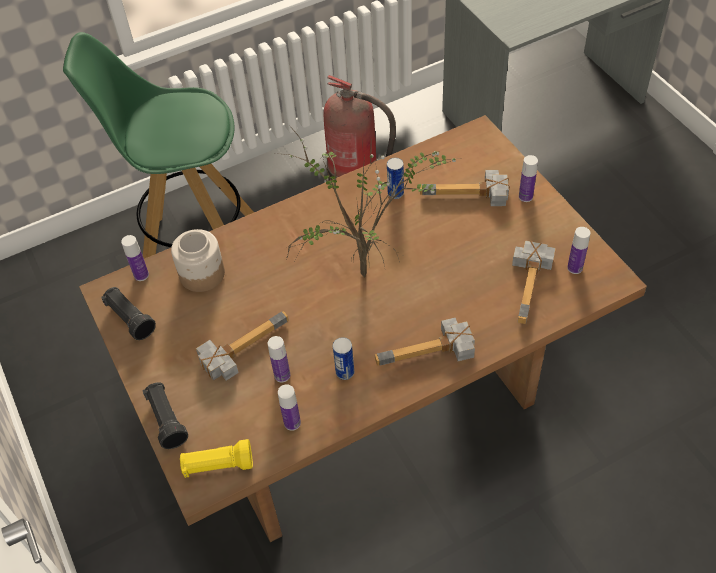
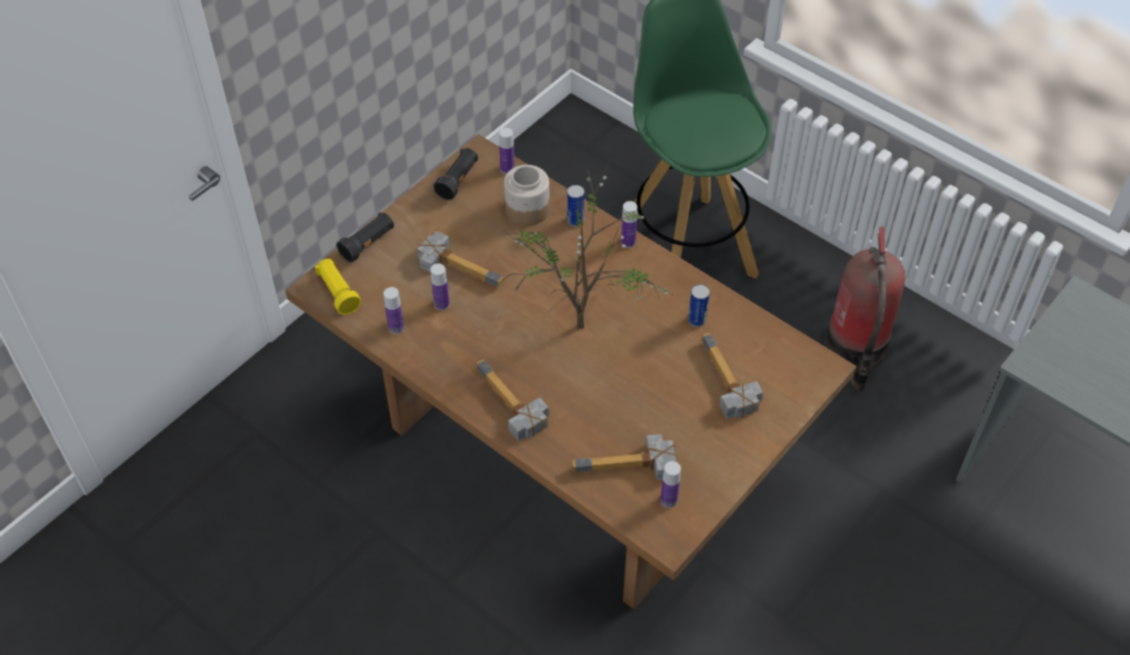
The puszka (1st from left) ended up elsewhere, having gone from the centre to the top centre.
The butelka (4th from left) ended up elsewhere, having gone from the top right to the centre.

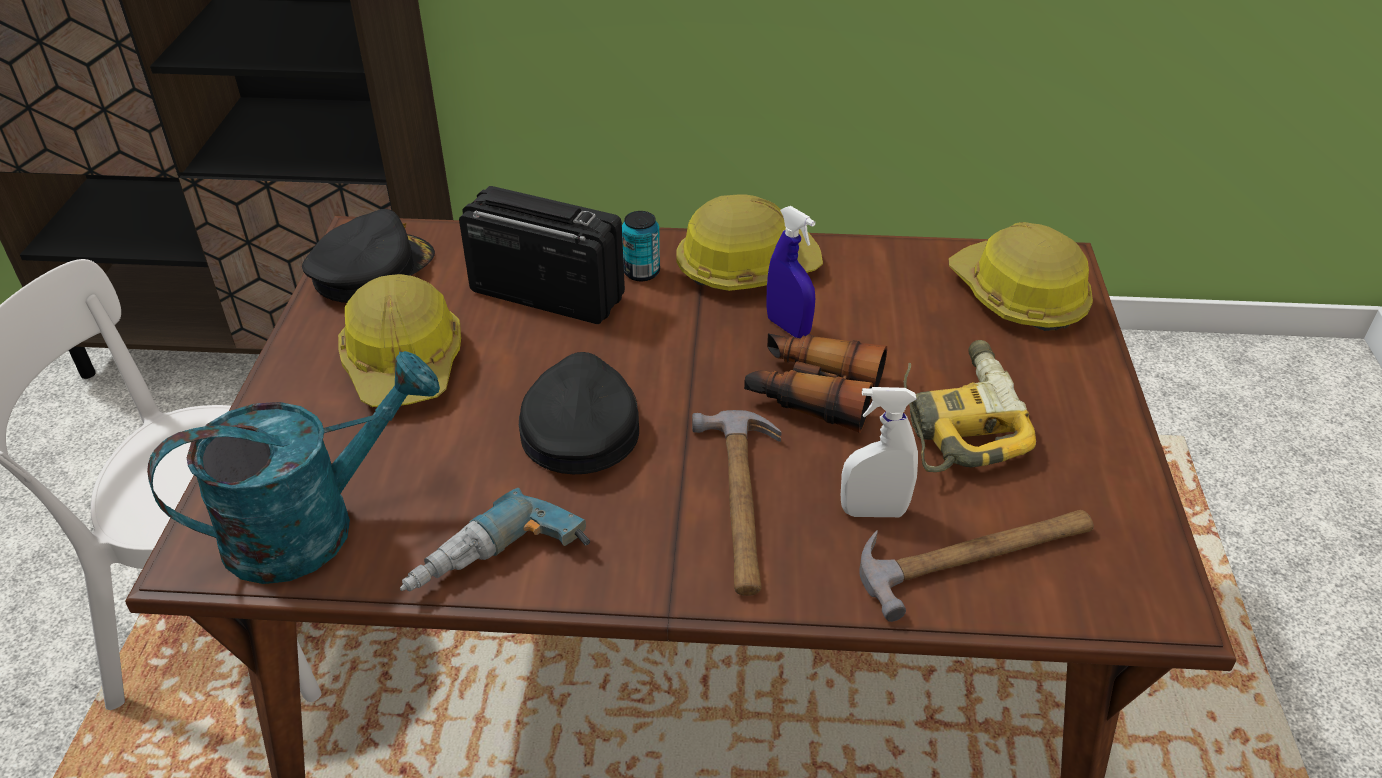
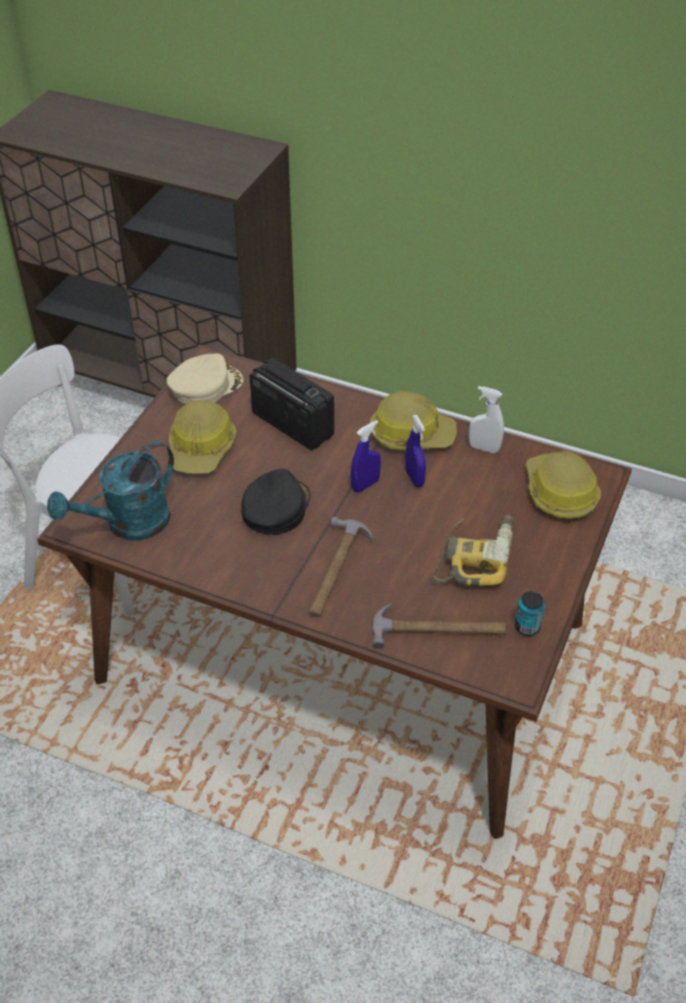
The second view lost the wiertarka (1st from left) at the bottom centre.
The second view lost the lornetka at the centre.
The second view gained the spryskiwacz [niebieski] (1st from left) at the centre.
The puszka ended up elsewhere, having gone from the top centre to the middle right.
The spryskiwacz [biały] ended up elsewhere, having gone from the centre to the middle right.
What was the czapka z daszkiem [czarny] (1st from left) at the top left turned into the czapka z daszkiem [beżowy] at the middle left.
The konewka [turkusowy] at the middle left ended up facing another way, 150 degrees clockwise from before.

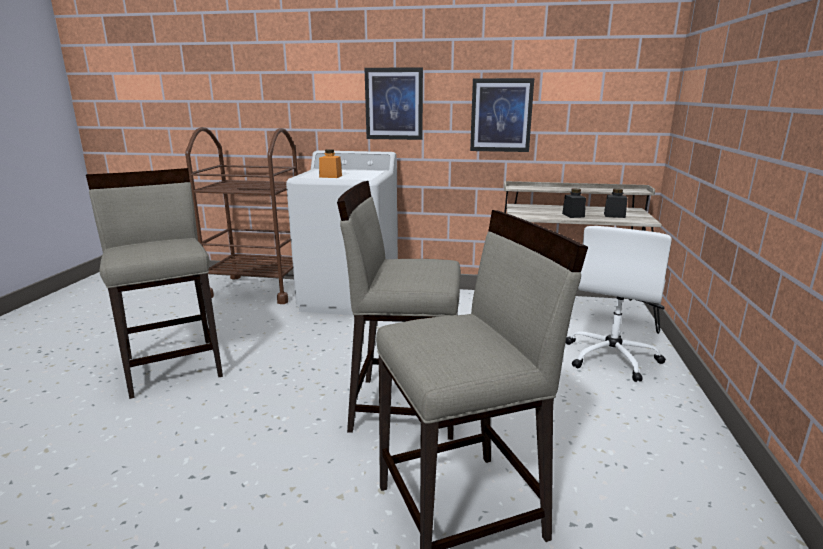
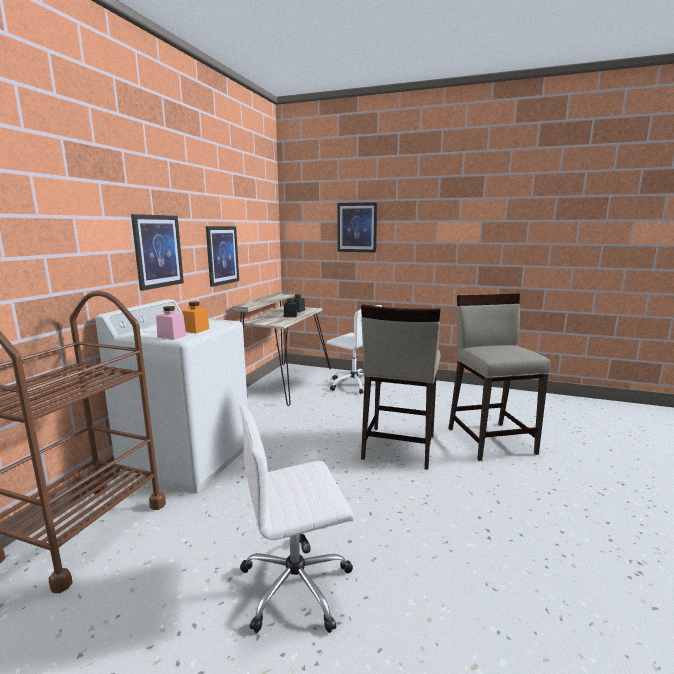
The second view gained the słoik [różowy] at the middle left.
The second view gained the obraz (3rd from left) at the centre.
Where the stołek [beżowy] (1st from left) stood at the middle left, the krzesło biurowe [biały] (1st from left) came to stand at the bottom centre.

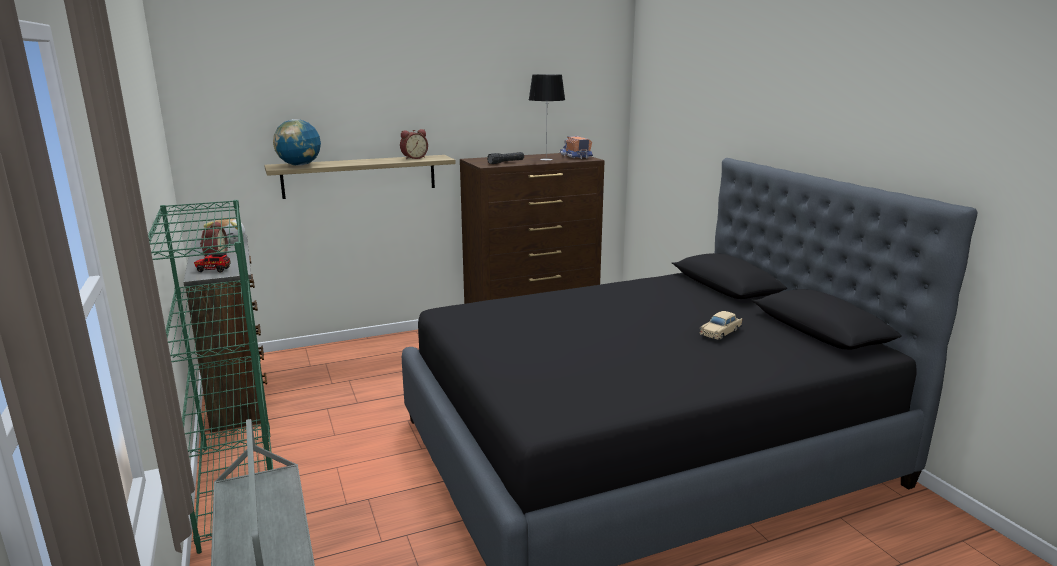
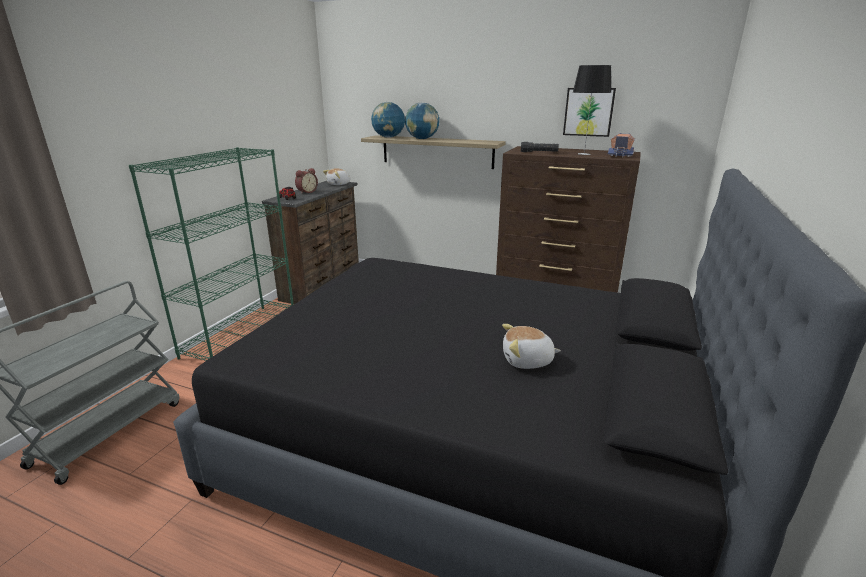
The second view lost the budzik (2nd from left) at the top centre.
The second view gained the globus (2nd from left) at the top centre.
The second view gained the obraz at the top right.
Where the samochodzik [beżowy] stood at the middle right, the pluszak (2nd from left) came to stand at the centre.

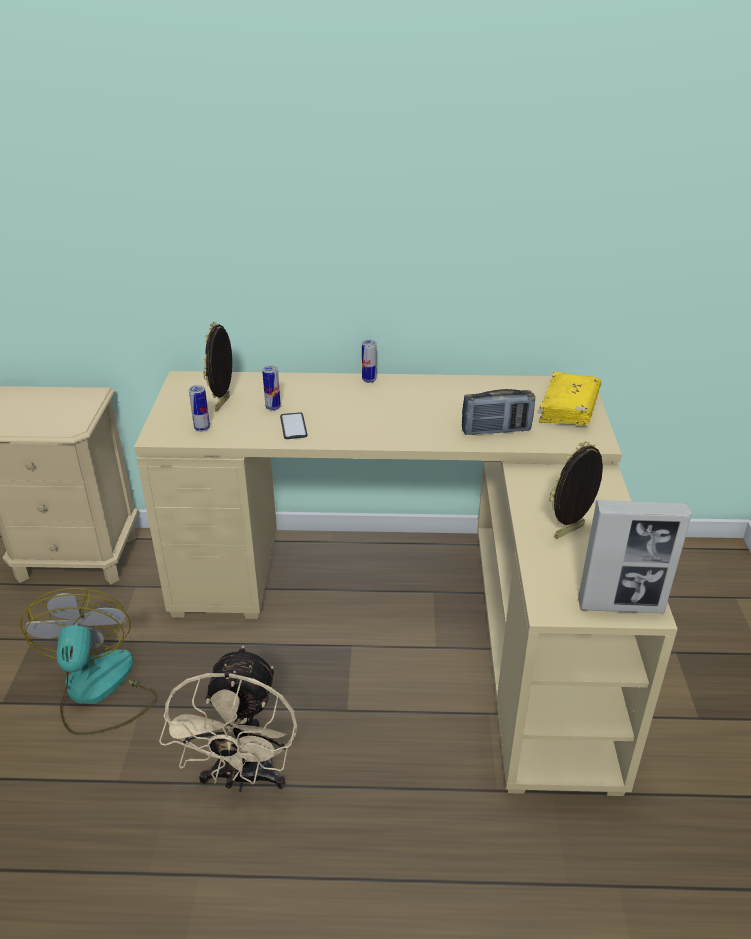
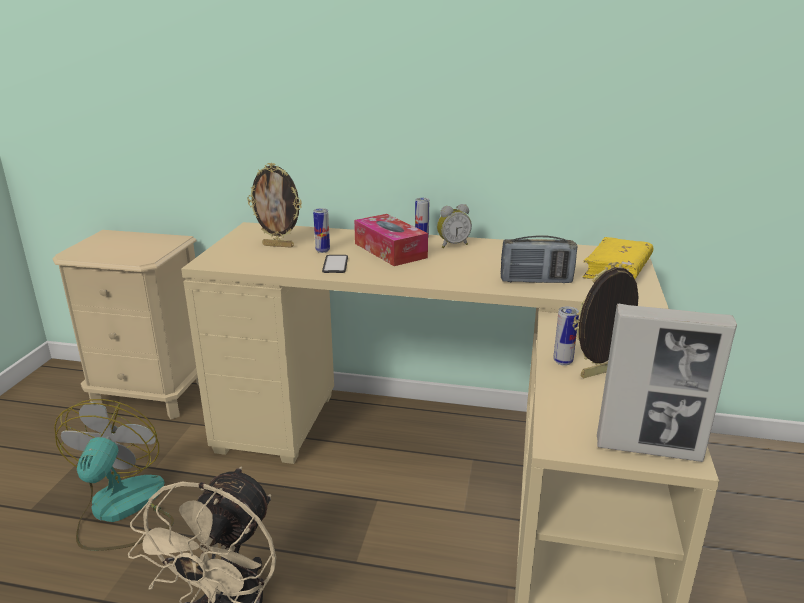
The second view gained the pudełko chusteczek at the centre.
The second view gained the budzik at the centre.
The puszka (1st from left in the first image) ended up elsewhere, having gone from the middle left to the middle right.
The ramka na zdjęcie (1st from left) at the middle left ended up facing another way, 105 degrees counterclockwise from before.

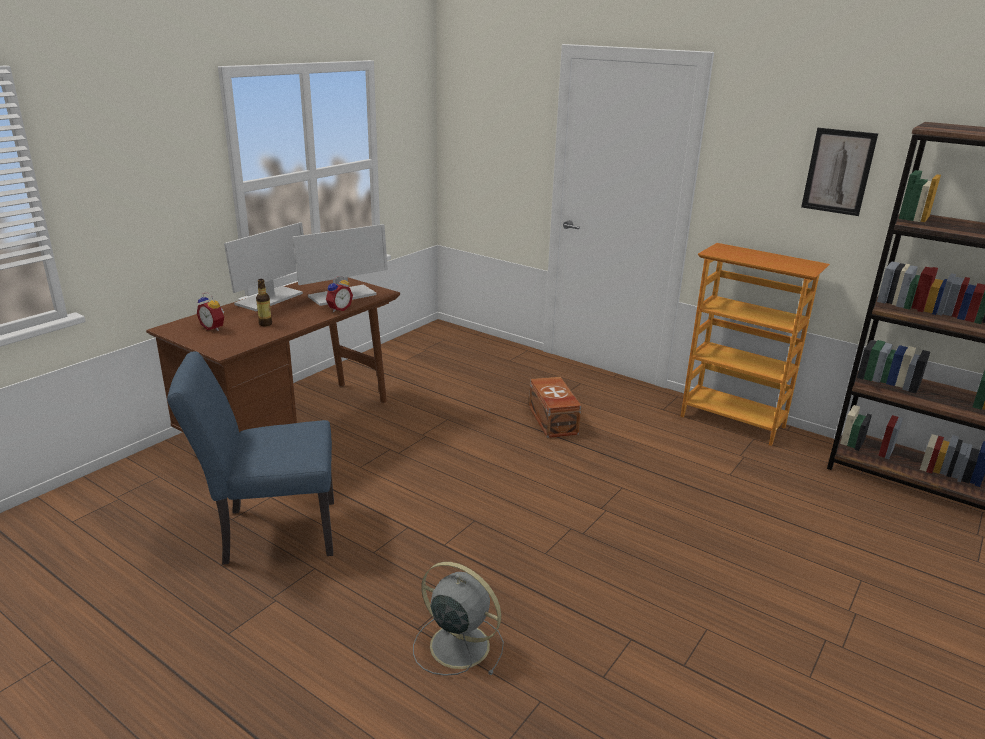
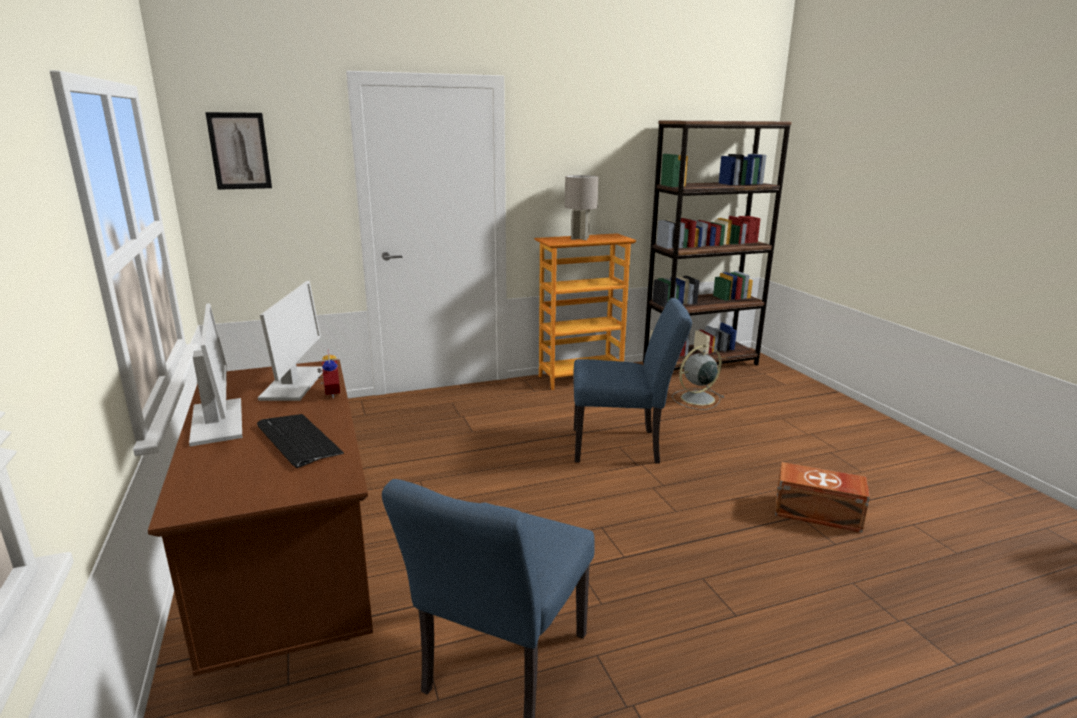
The second view lost the budzik (1st from left) at the middle left.
The second view gained the lampa stołowa [szary] at the top centre.
The second view gained the krzesło [niebieski] (2nd from left) at the centre.
The wentylator [szary] ended up elsewhere, having gone from the bottom centre to the centre.
The pojemnik do przechowywania [brązowy] ended up elsewhere, having gone from the centre to the bottom right.
The obraz ended up elsewhere, having gone from the top right to the top left.
Where the butelka stood at the middle left, the klawiatura came to stand at the middle left.

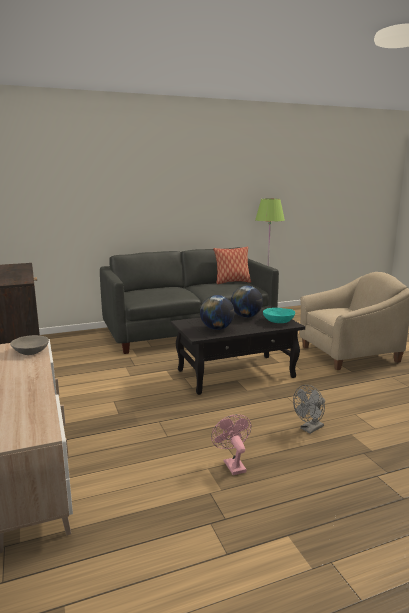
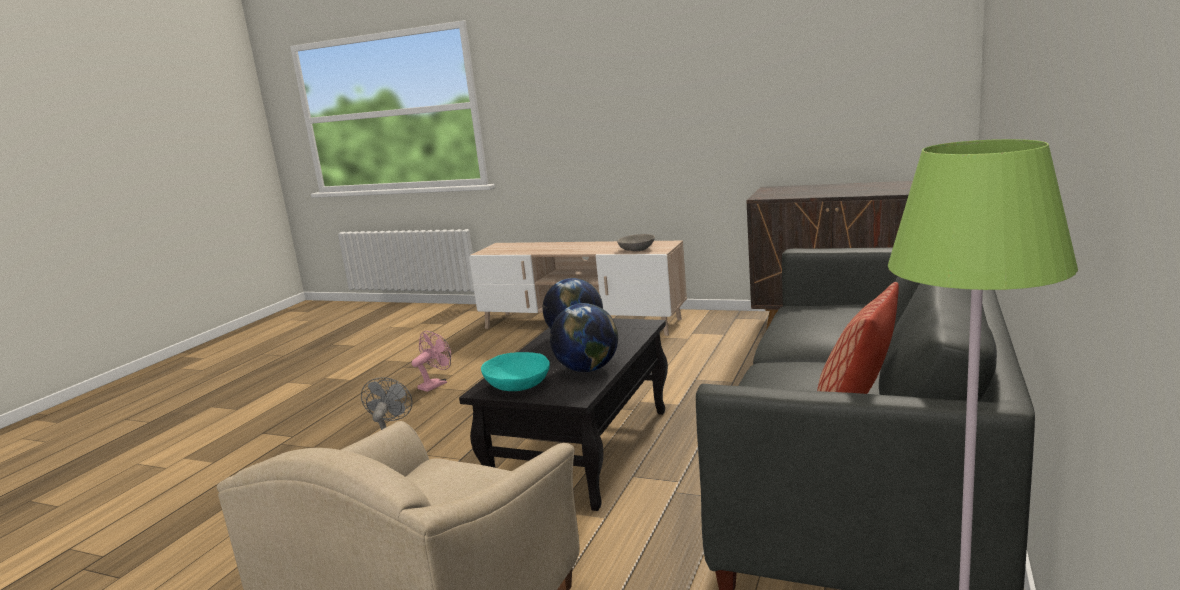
The wentylator [różowy] at the bottom centre ended up facing another way, 75 degrees counterclockwise from before.

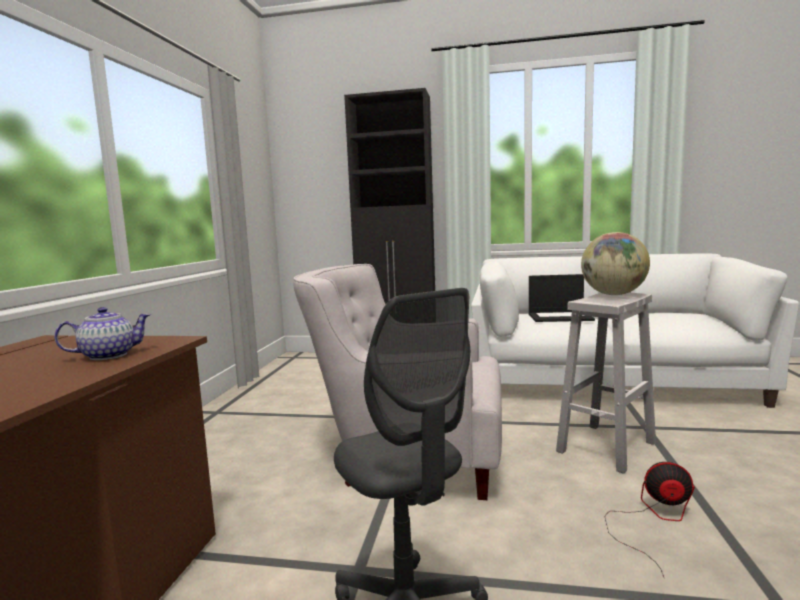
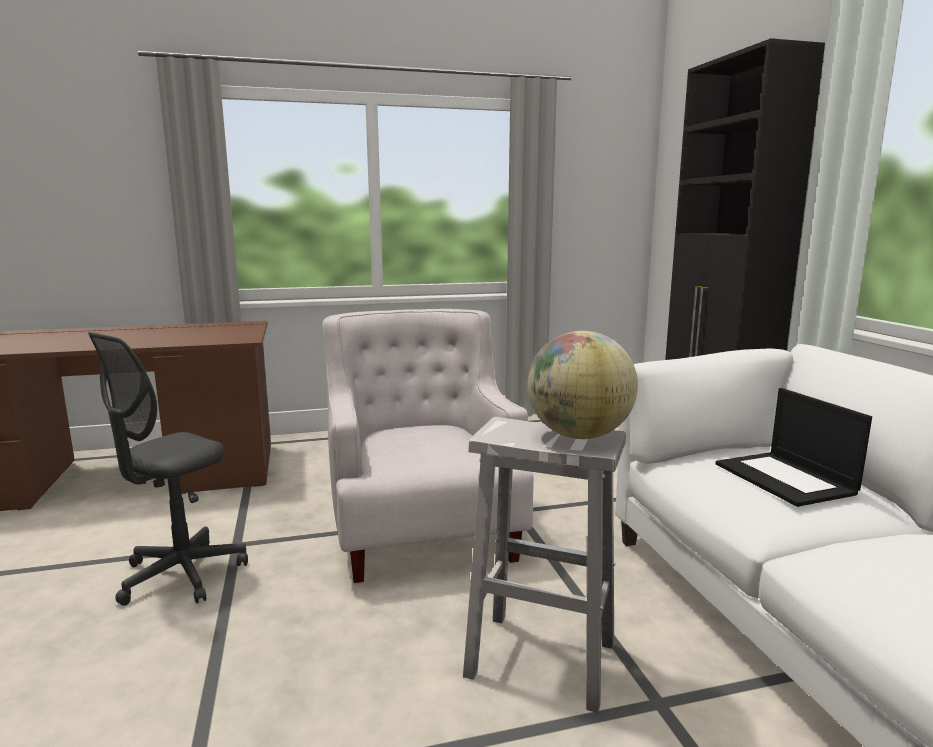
The second view lost the imbryk at the middle left.
The second view lost the wentylator at the bottom right.

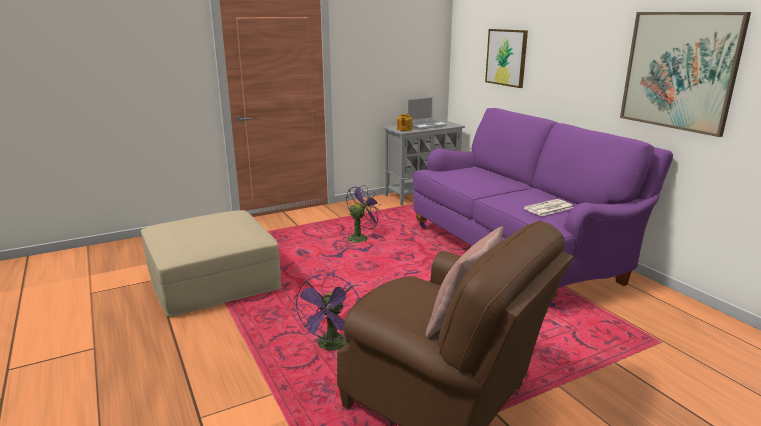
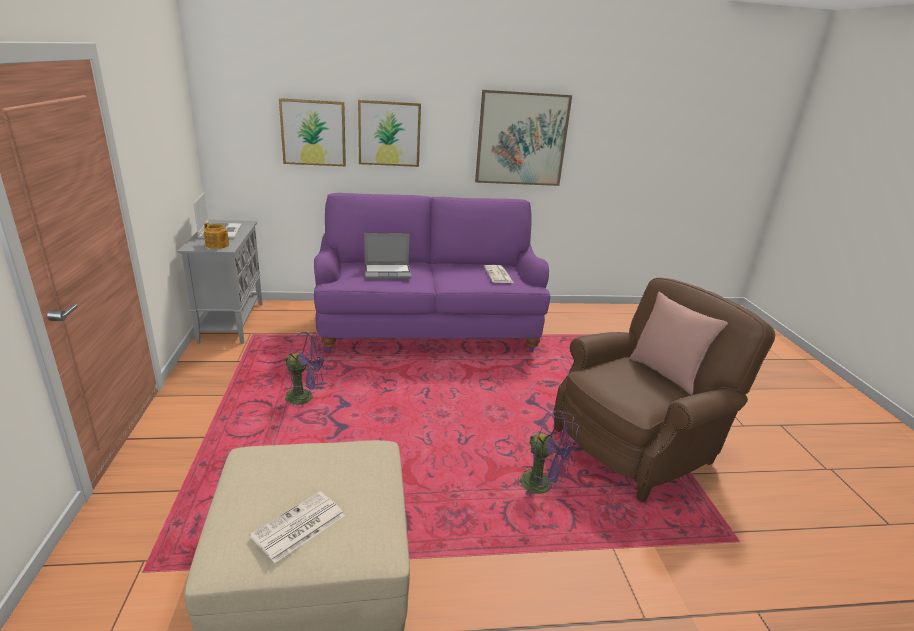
The second view gained the gazeta (1st from left) at the bottom left.
The second view gained the obraz (2nd from left) at the top centre.
The second view gained the laptop (2nd from left) at the centre.
The wentylator [fioletowy] (2nd from left in the first image) at the centre ended up facing another way, 120 degrees clockwise from before.

